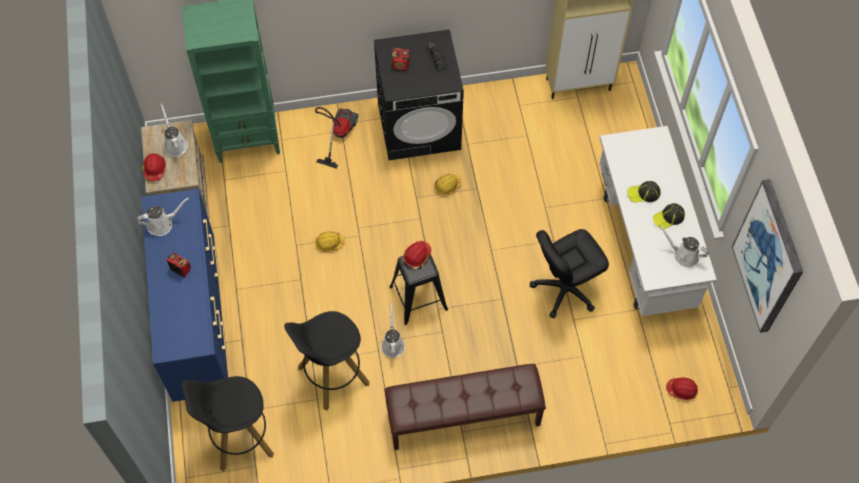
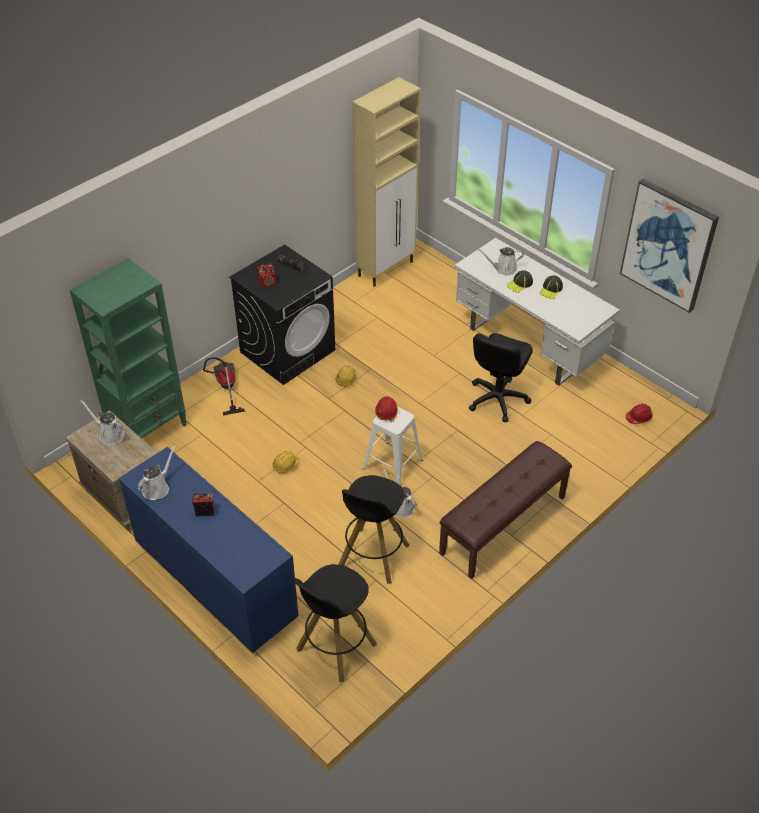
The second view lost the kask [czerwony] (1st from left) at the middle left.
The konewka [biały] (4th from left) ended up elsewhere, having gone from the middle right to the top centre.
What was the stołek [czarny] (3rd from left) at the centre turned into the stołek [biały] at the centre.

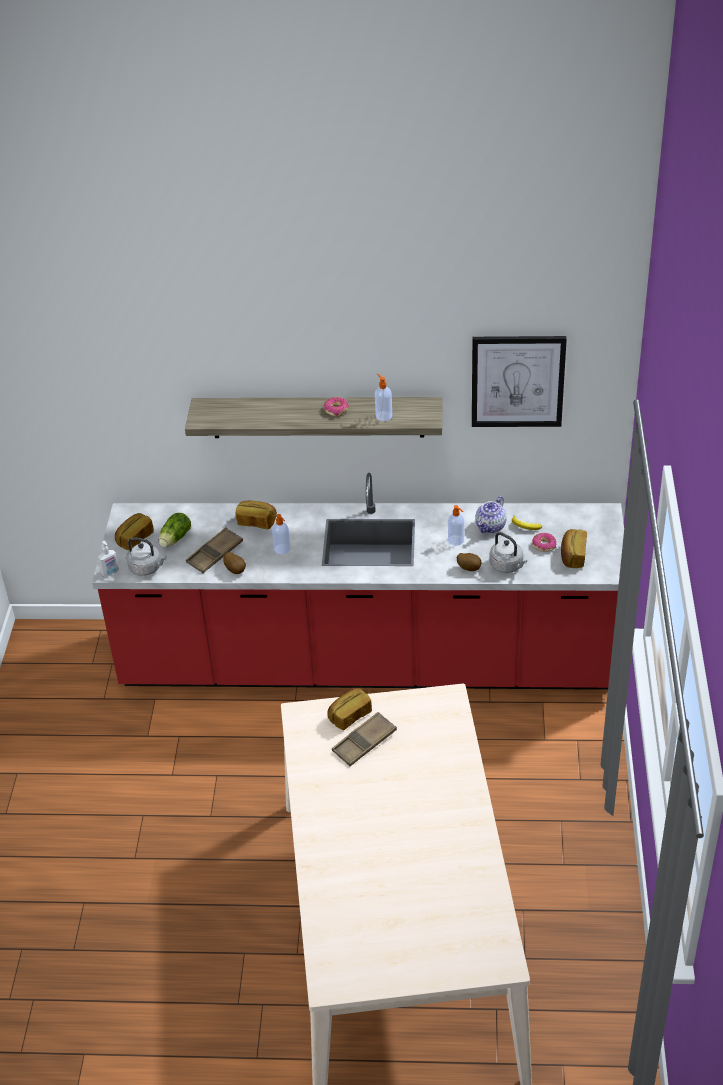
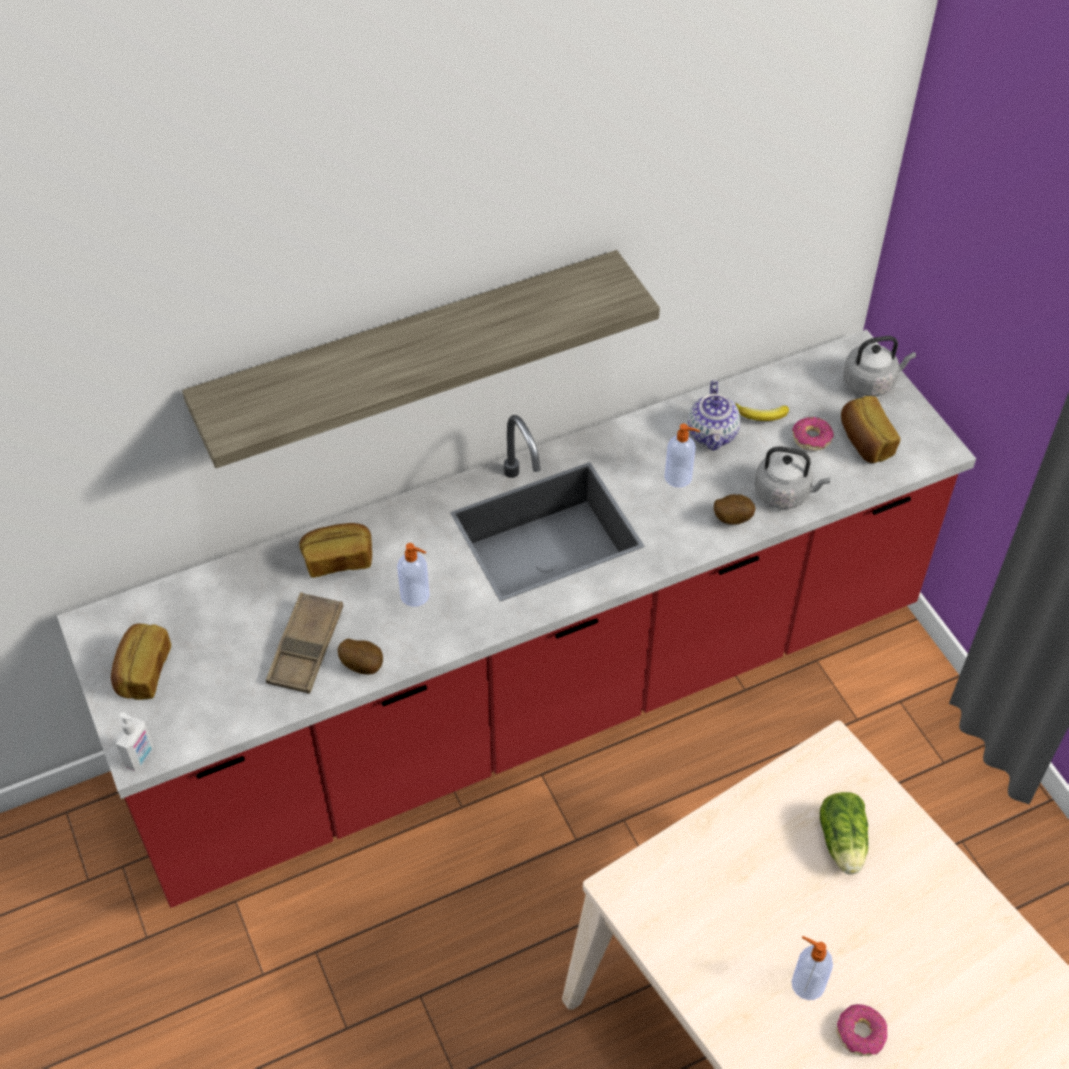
The second view lost the chleb (3rd from left) at the centre.
The second view lost the taca [brązowy] (2nd from left) at the bottom centre.
The second view lost the obraz at the middle right.
The czajnik [szary] (1st from left in the first image) ended up elsewhere, having gone from the middle left to the middle right.
The sałata ended up elsewhere, having gone from the middle left to the bottom right.
The donut (1st from left in the first image) ended up elsewhere, having gone from the centre to the bottom right.
The dozownik mydła (3rd from left in the first image) ended up elsewhere, having gone from the centre to the bottom right.

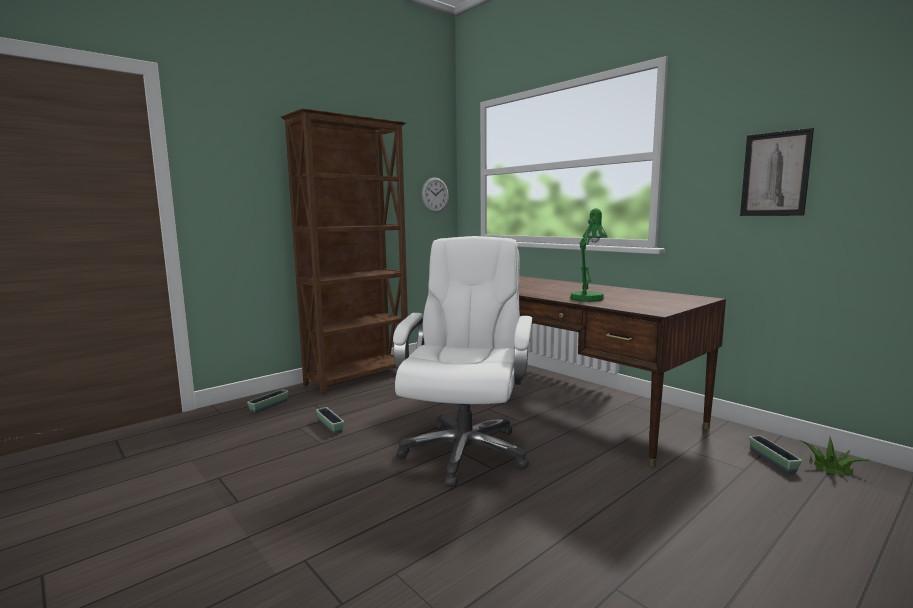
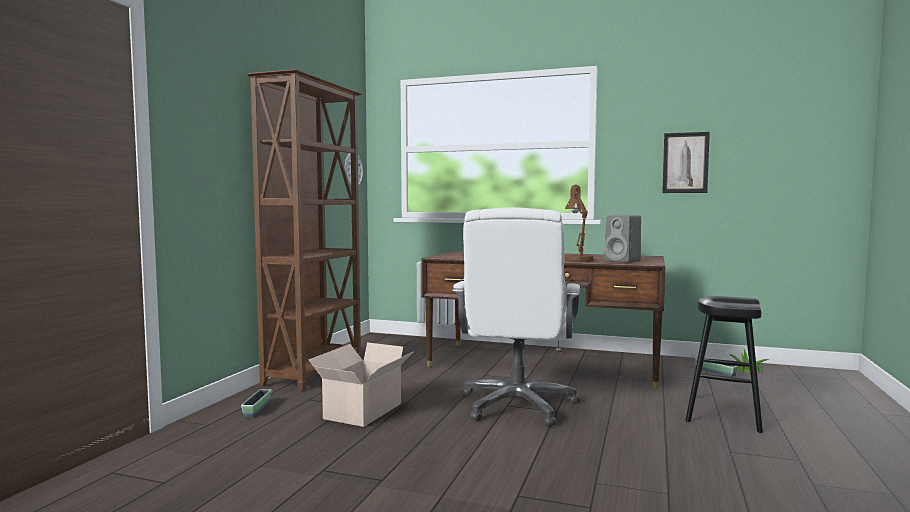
The second view gained the głośnik [szary] at the middle right.
The second view gained the stołek [czarny] at the bottom right.
Where the donica (2nd from left) stood at the bottom centre, the karton came to stand at the bottom centre.
What was the lampa stołowa [zielony] at the centre turned into the lampa stołowa [brązowy] at the centre.
The krzesło biurowe [biały] at the centre ended up facing another way, 150 degrees counterclockwise from before.

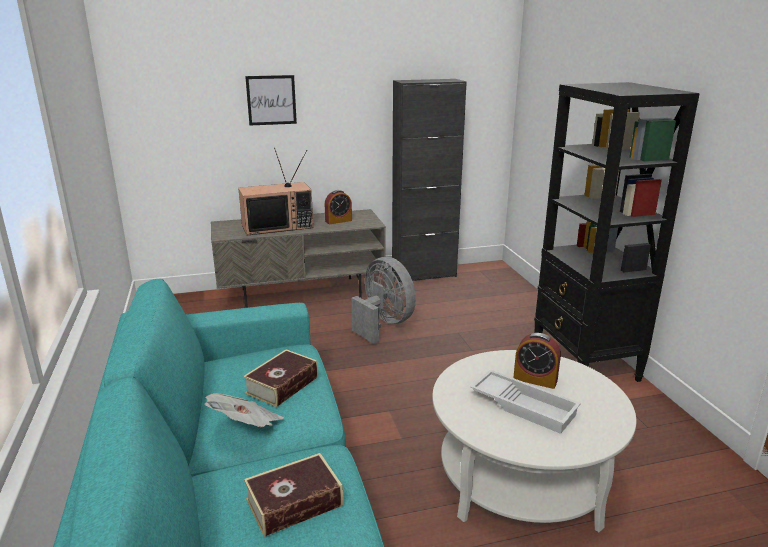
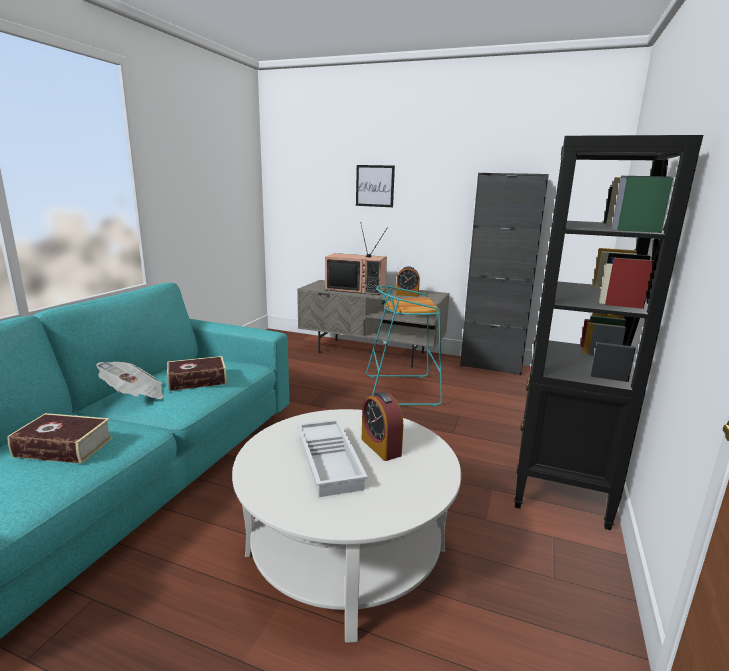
Where the wentylator [szary] stood at the centre, the stołek [turkusowy] came to stand at the centre.

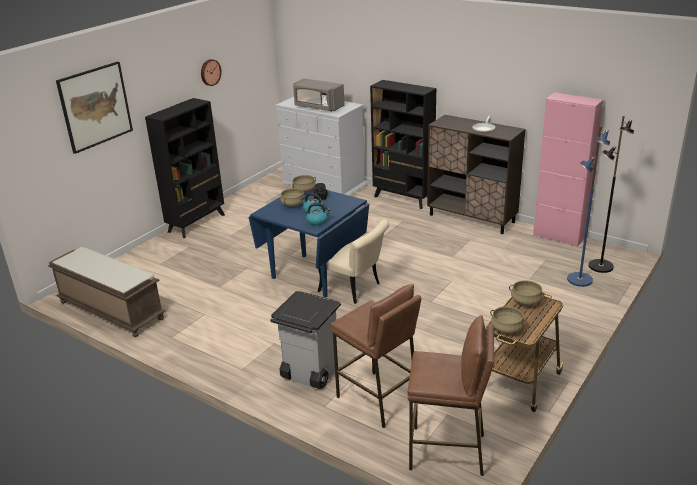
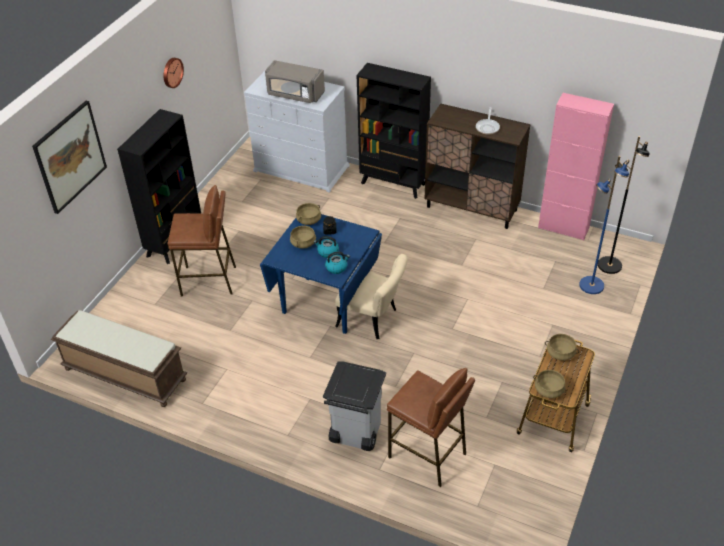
The stołek [brązowy] (2nd from left in the first image) ended up elsewhere, having gone from the bottom centre to the middle left.

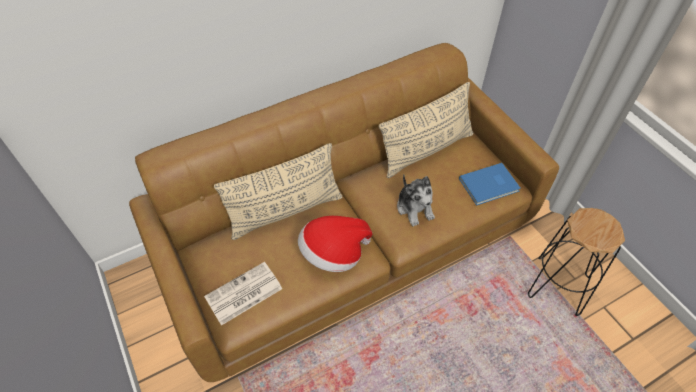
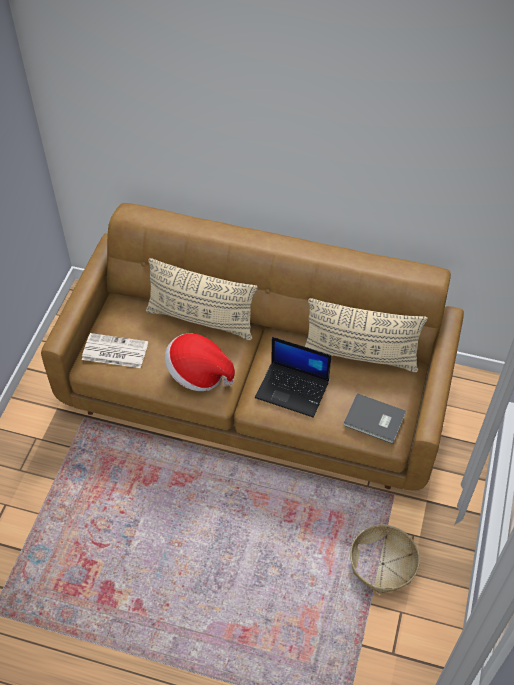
Where the pluszak stood at the centre, the laptop came to stand at the centre.
Where the stołek [czarny] stood at the bottom right, the koszyk came to stand at the bottom right.
What was the książka [niebieski] at the middle right turned into the książka [szary] at the middle right.

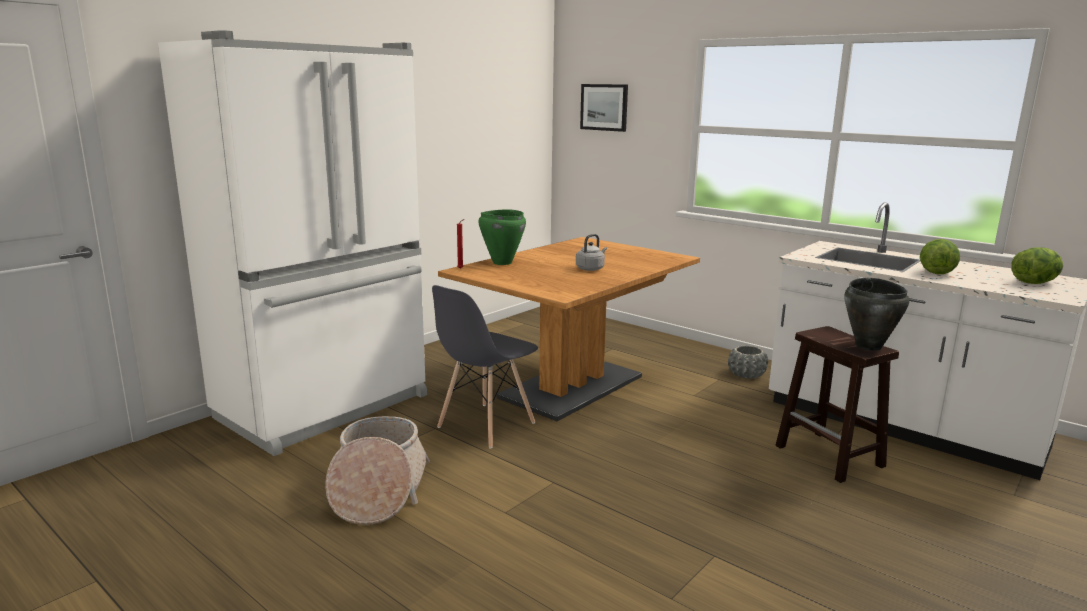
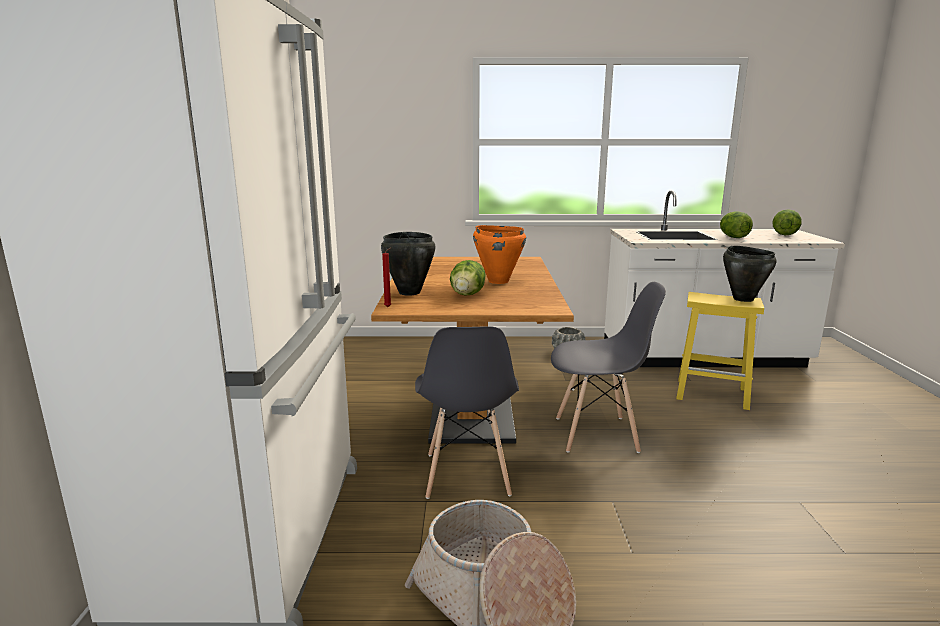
The second view lost the obraz at the top centre.
The second view gained the sałata (1st from left) at the centre.
The second view gained the krzesło [szary] (2nd from left) at the centre.
Where the czajnik [szary] stood at the centre, the garnek [pomarańczowy] came to stand at the centre.
What was the garnek [zielony] at the centre turned into the garnek [czarny] (1st from left) at the centre.
What was the stołek [brązowy] at the middle right turned into the stołek [żółty] at the middle right.

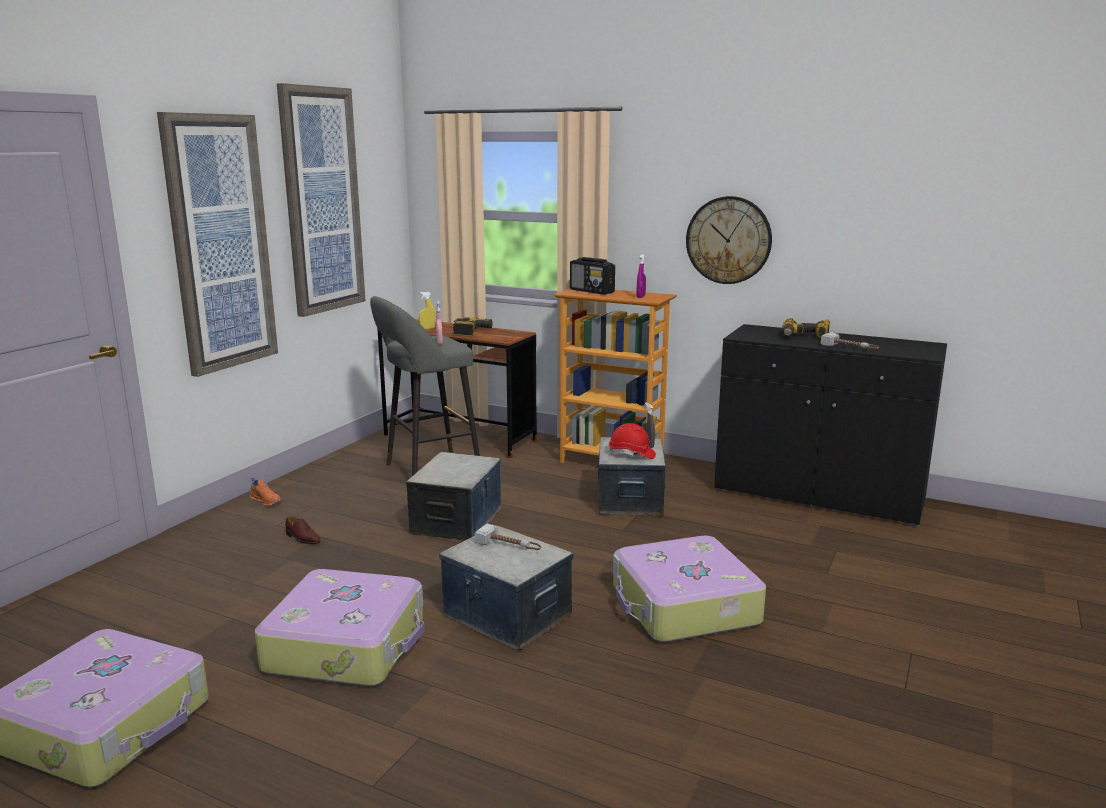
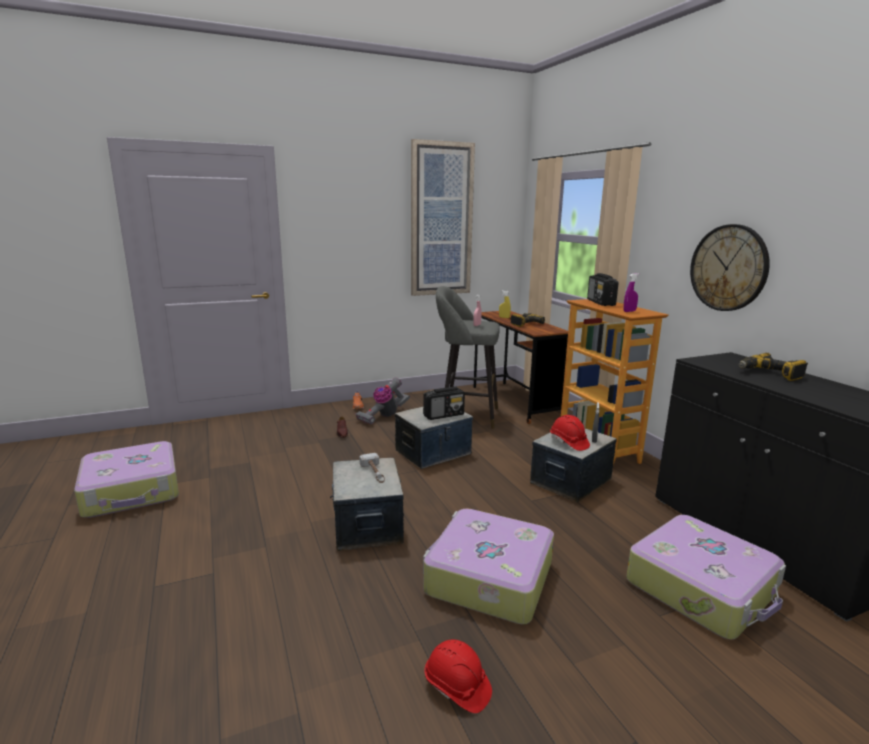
The second view lost the obraz (1st from left) at the top left.
The second view lost the młotek (2nd from left) at the middle right.
The second view gained the odkurzacz at the centre.
The second view gained the radio (1st from left) at the centre.
The second view gained the kask [czerwony] (1st from left) at the bottom centre.
The walizka (2nd from left in the first image) ended up elsewhere, having gone from the bottom left to the bottom right.

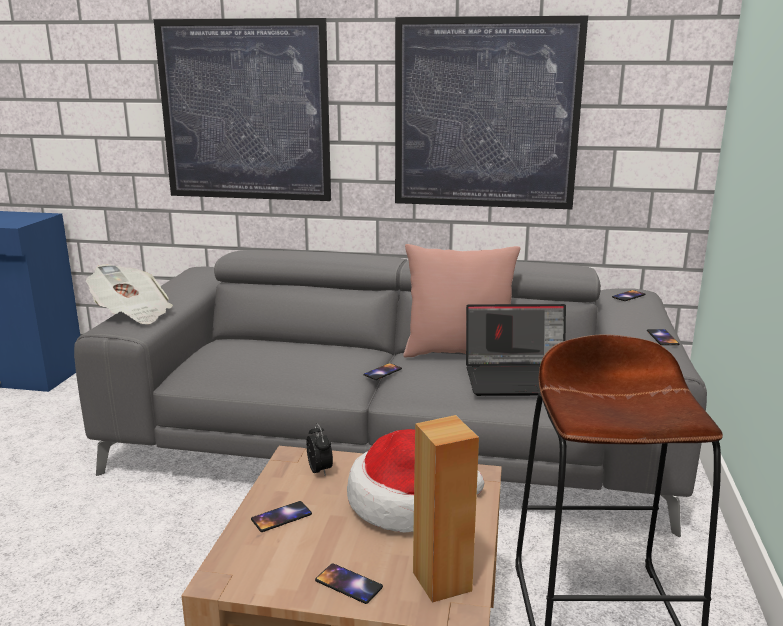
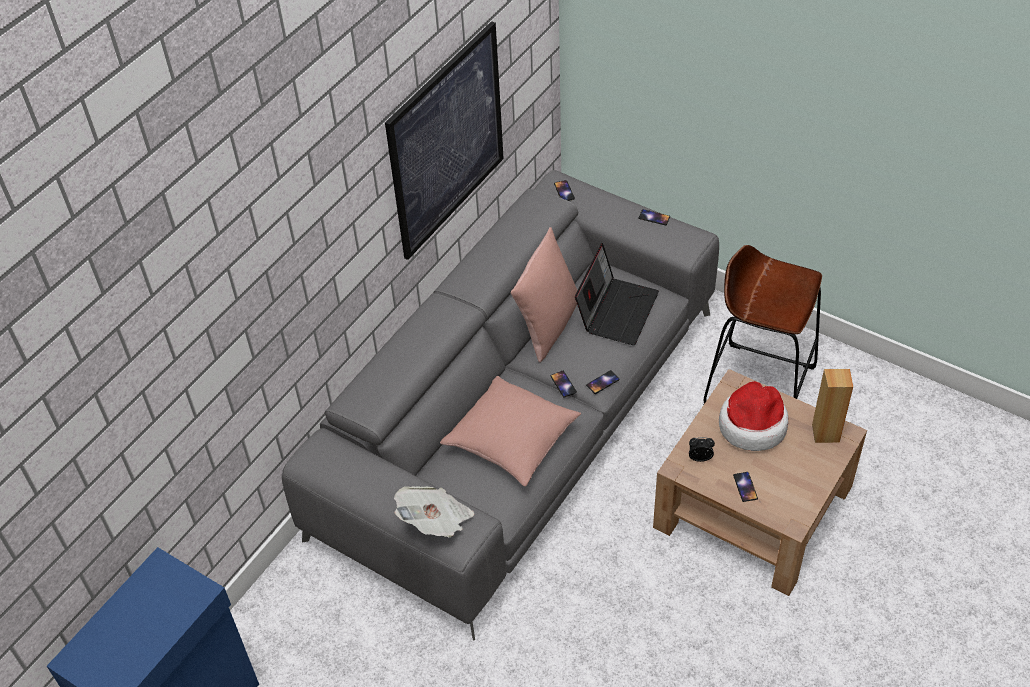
The second view lost the obraz (1st from left) at the top left.
The second view gained the poduszka [różowy] (1st from left) at the centre.
The telefon (2nd from left in the first image) ended up elsewhere, having gone from the bottom centre to the centre.

